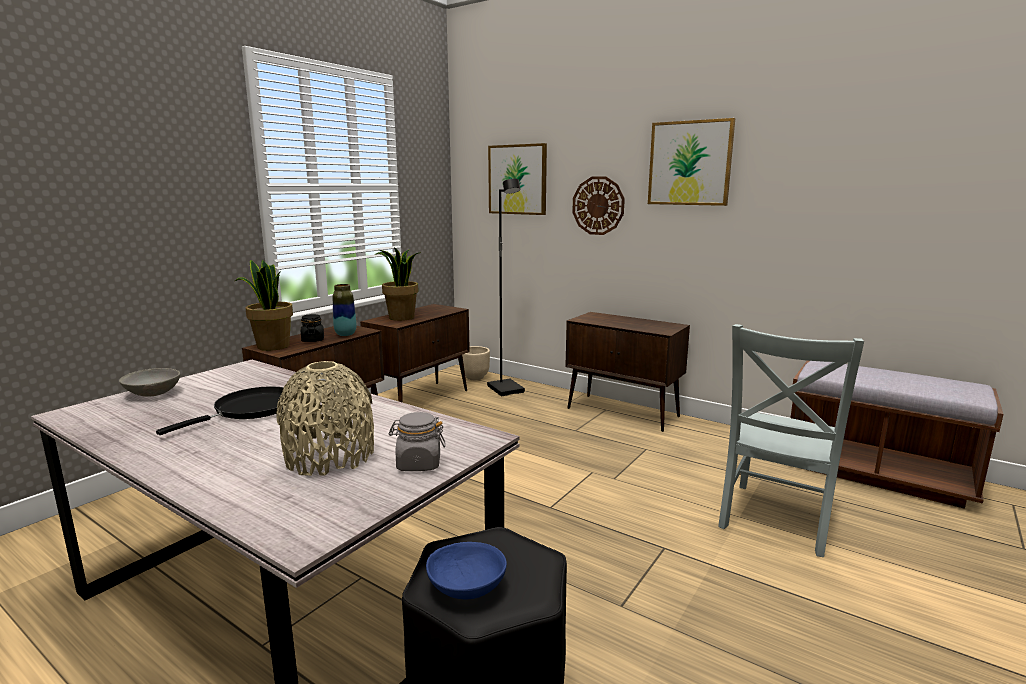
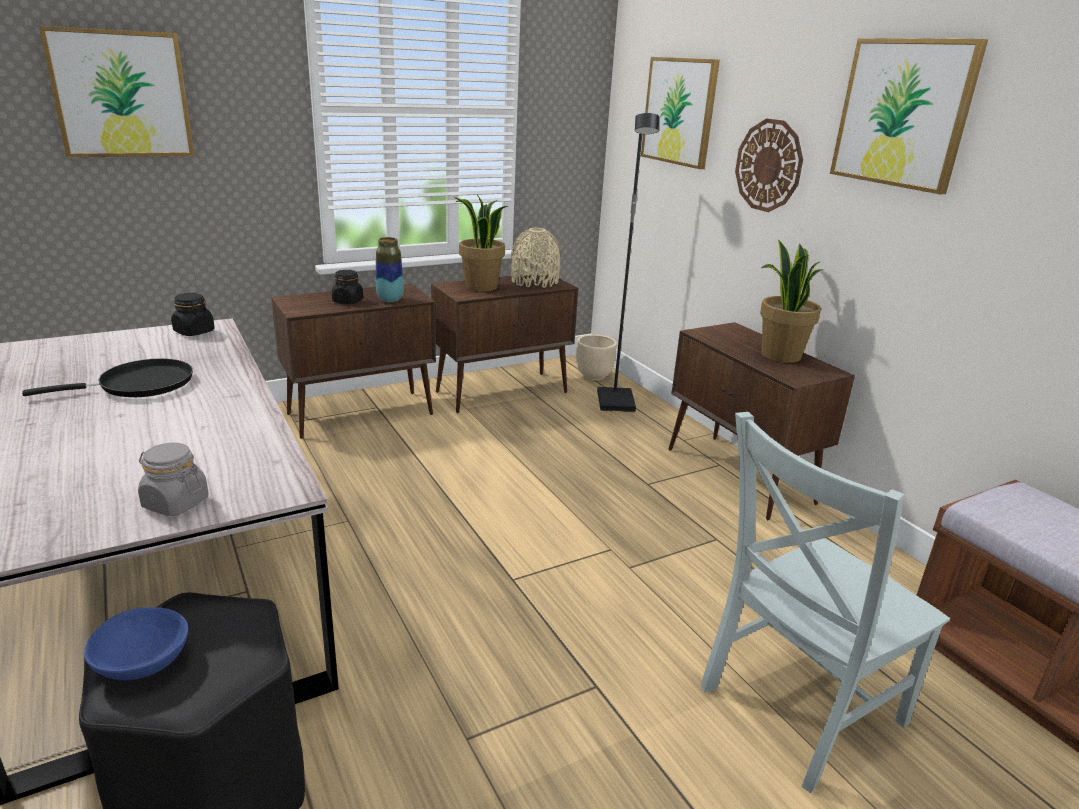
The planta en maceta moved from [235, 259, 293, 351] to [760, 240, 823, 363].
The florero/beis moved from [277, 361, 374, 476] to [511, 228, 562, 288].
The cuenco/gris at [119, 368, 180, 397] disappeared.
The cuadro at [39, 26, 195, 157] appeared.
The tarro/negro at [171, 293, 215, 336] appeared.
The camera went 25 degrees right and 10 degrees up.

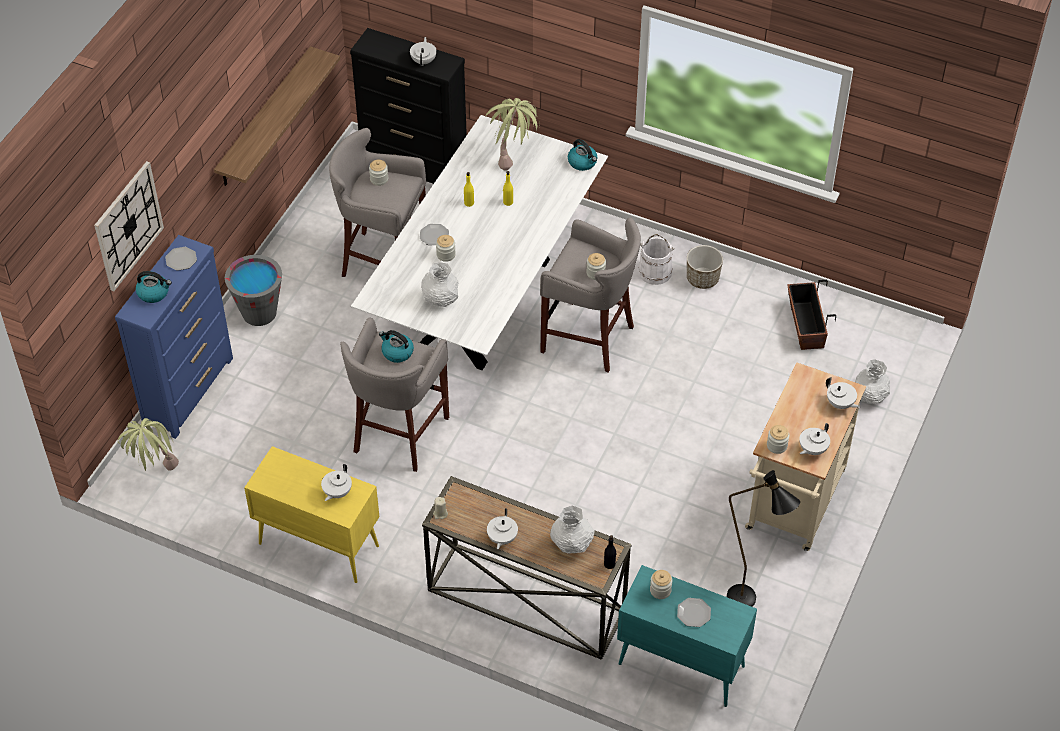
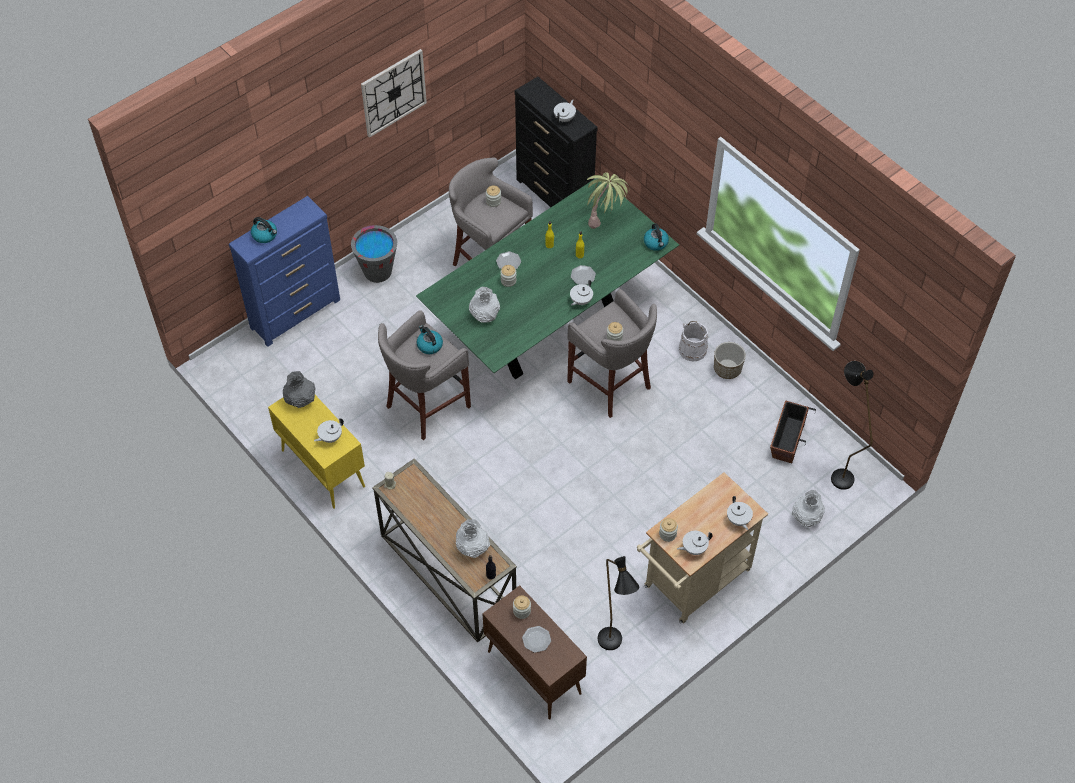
The estante at [214, 46, 340, 186] disappeared.
The mesa de comedor/blanco at [351, 115, 608, 370] became the mesa de comedor/verde at [416, 178, 679, 379].
The reloj de pared moved from [94, 161, 164, 291] to [361, 49, 427, 138].
The plato moved from [165, 247, 197, 271] to [571, 265, 596, 285].
The planta en maceta at [118, 418, 179, 471] disappeared.
The tetera/blanco moved from [487, 508, 518, 549] to [570, 280, 593, 306].
The armario/turquesa at [617, 565, 757, 707] became the armario/marrón at [482, 585, 587, 719].
The lámpara de pie/negro at [831, 361, 873, 490] appeared.
The florero/gris at [283, 371, 316, 408] appeared.
The camera went 25 degrees right and 5 degrees up.

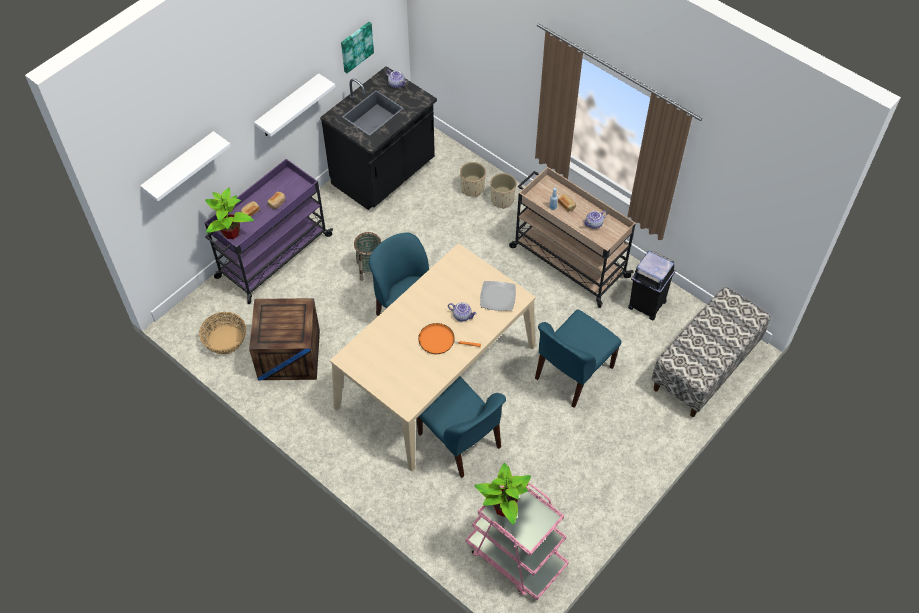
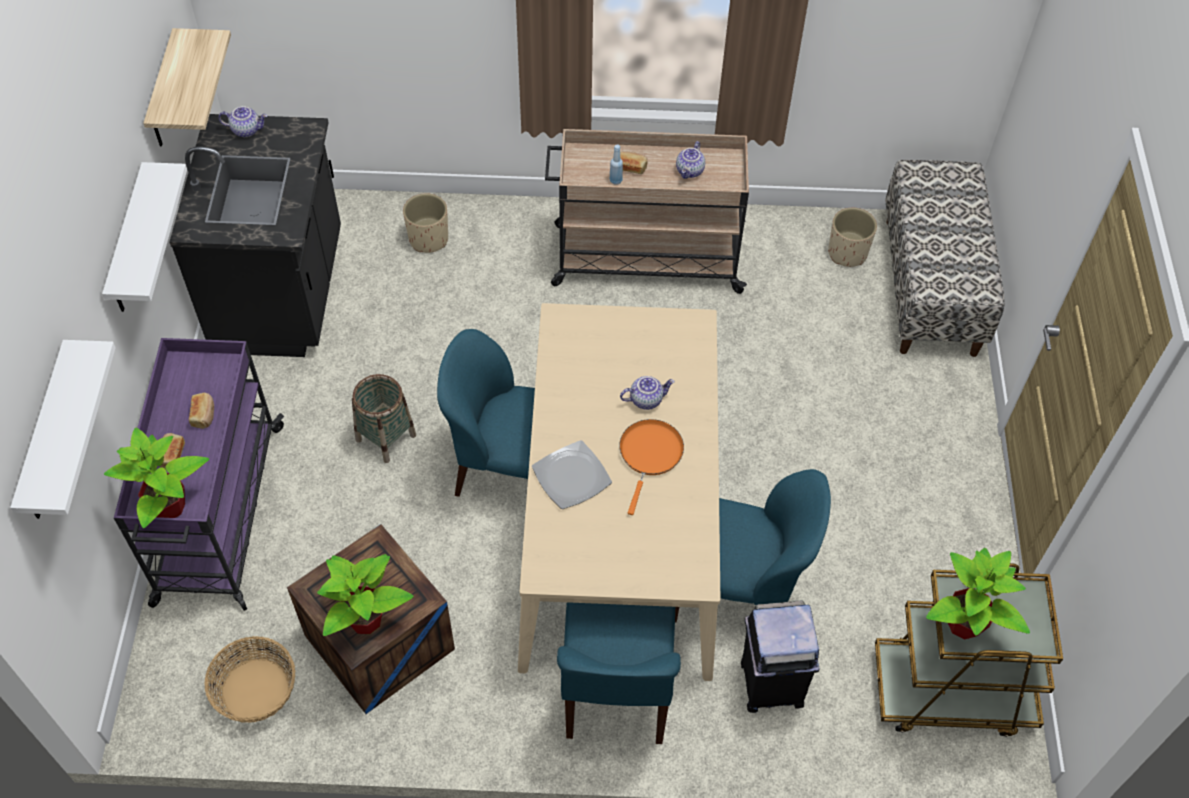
The cuadro at [341, 22, 374, 73] was replaced by the estante at [143, 28, 231, 146].
The maceta/beis moved from [490, 173, 516, 209] to [828, 208, 877, 267].
The papelera/negro moved from [628, 251, 675, 320] to [741, 600, 820, 713].
The plato moved from [480, 281, 516, 311] to [532, 440, 612, 509].
The silla/azul moved from [535, 309, 622, 408] to [557, 602, 681, 744].
The sartén/naranja at [418, 323, 481, 354] turned 135 degrees clockwise.
The carrito/rosa at [466, 475, 569, 600] became the carrito/marrón at [875, 563, 1063, 737].
The planta en maceta at [317, 554, 414, 636] appeared.
The camera went 40 degrees left and 0 degrees up.

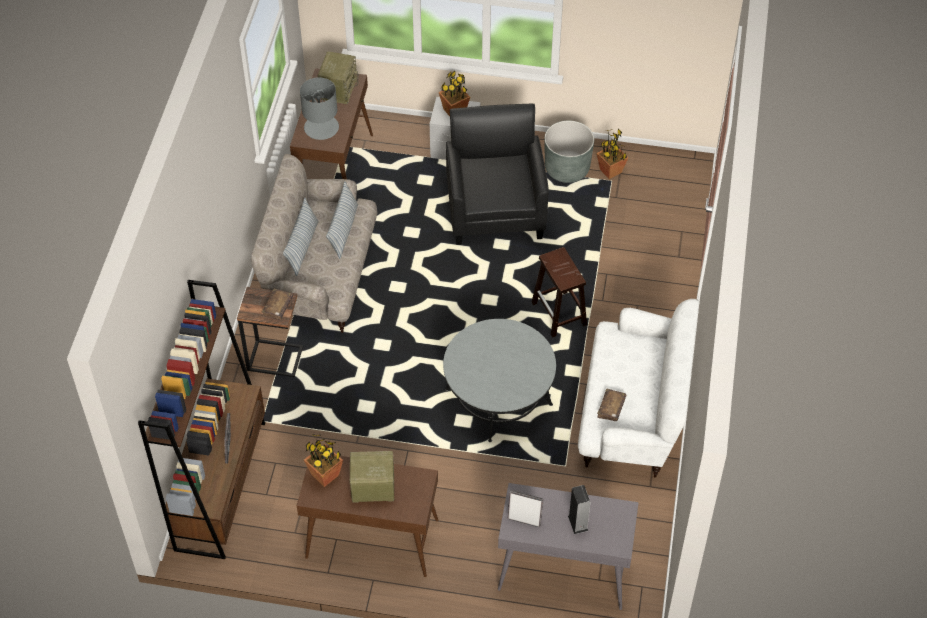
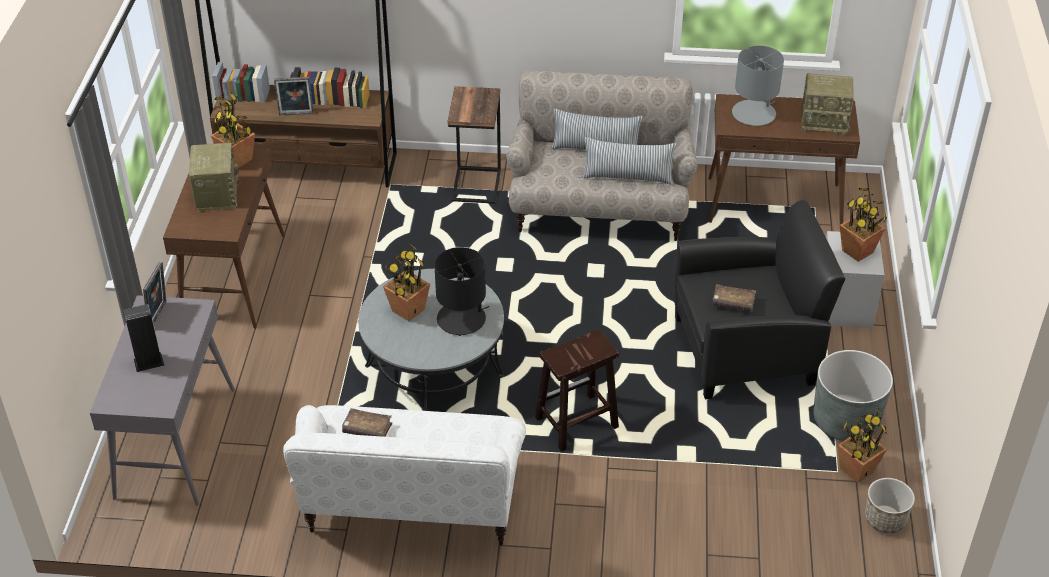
The libro/marrón moved from [262, 289, 293, 320] to [712, 284, 756, 312].
The planta en maceta at [383, 244, 430, 321] appeared.
The lámpara de mesa/negro at [434, 247, 489, 336] appeared.
The maceta at [865, 478, 915, 533] appeared.
The camera went 85 degrees right and 10 degrees down.

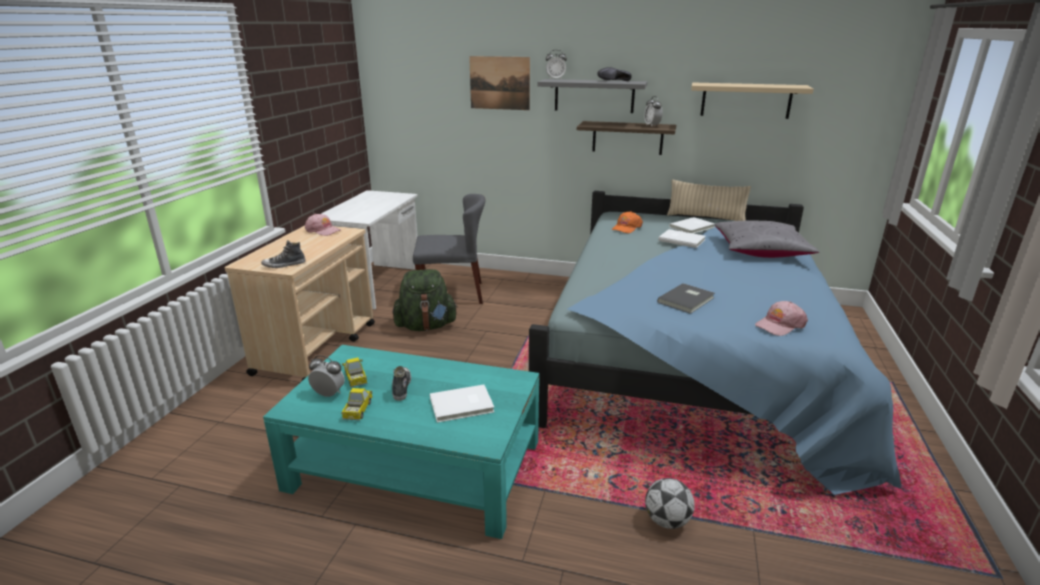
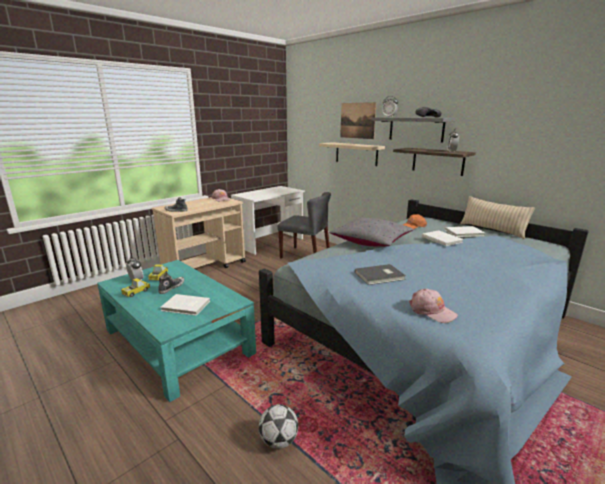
The estante/beis moved from [691, 82, 814, 119] to [319, 142, 385, 166].
The cojín/gris moved from [715, 221, 819, 258] to [329, 218, 413, 247].
The mochila/verde at [393, 269, 458, 331] disappeared.
The gorra/rosa at [755, 301, 808, 336] turned 135 degrees counterclockwise.
The camera went 30 degrees right and 5 degrees down.

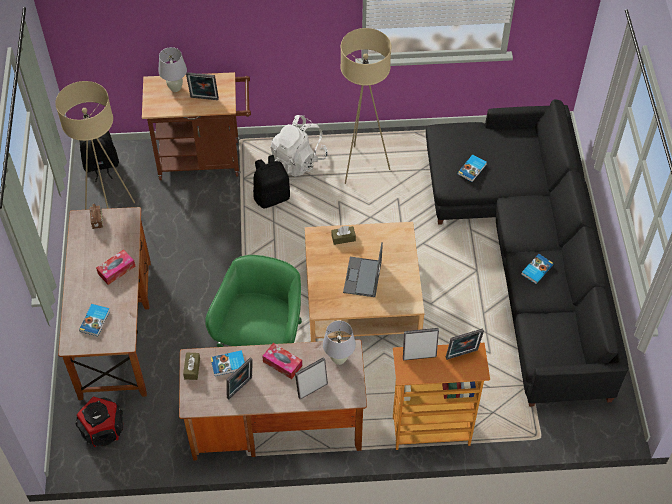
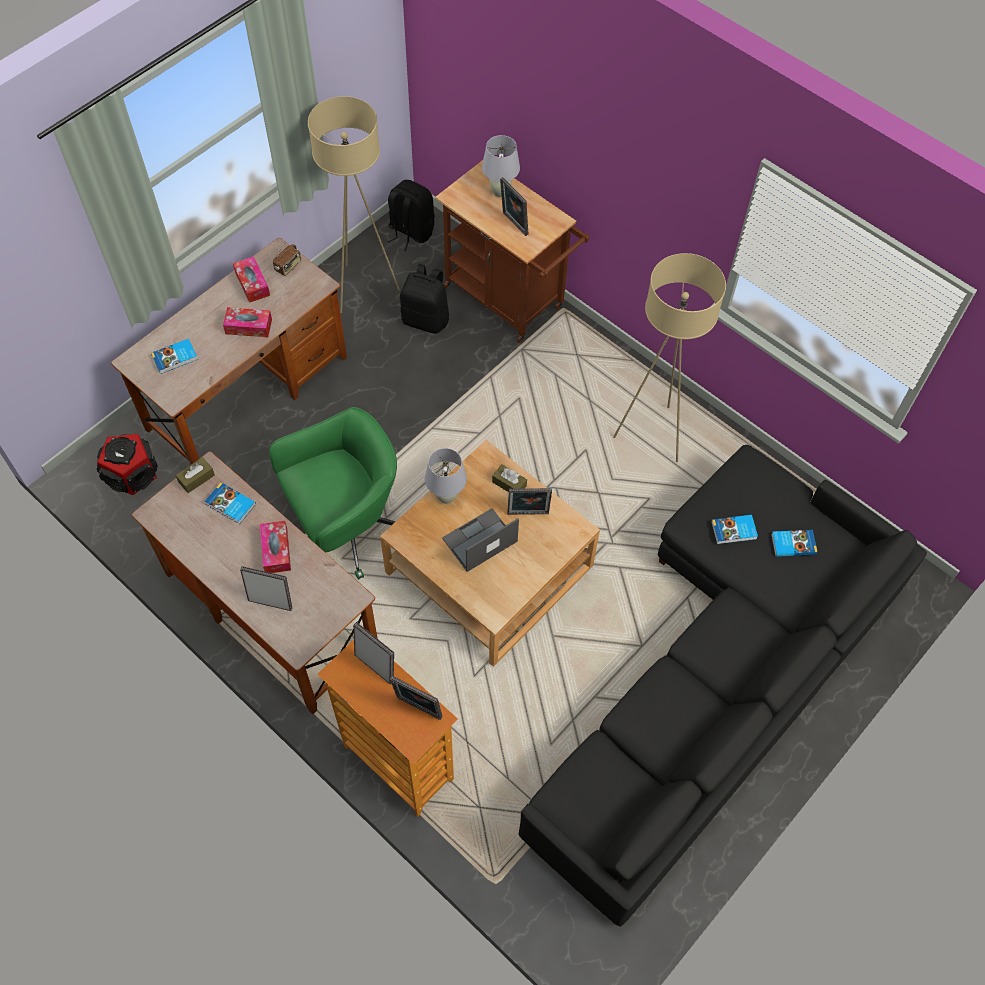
The mochila/blanco at [271, 115, 328, 177] disappeared.
The mochila/negro moved from [253, 155, 290, 209] to [400, 264, 449, 334].
The libro moved from [521, 254, 554, 284] to [771, 530, 817, 557].
The lámpara de mesa/blanco moved from [323, 321, 356, 365] to [425, 448, 467, 504].
The portarretratos moved from [226, 357, 253, 399] to [508, 488, 552, 515].
The caja de pañuelos at [233, 256, 270, 303] appeared.
The camera went 45 degrees right and 5 degrees up.

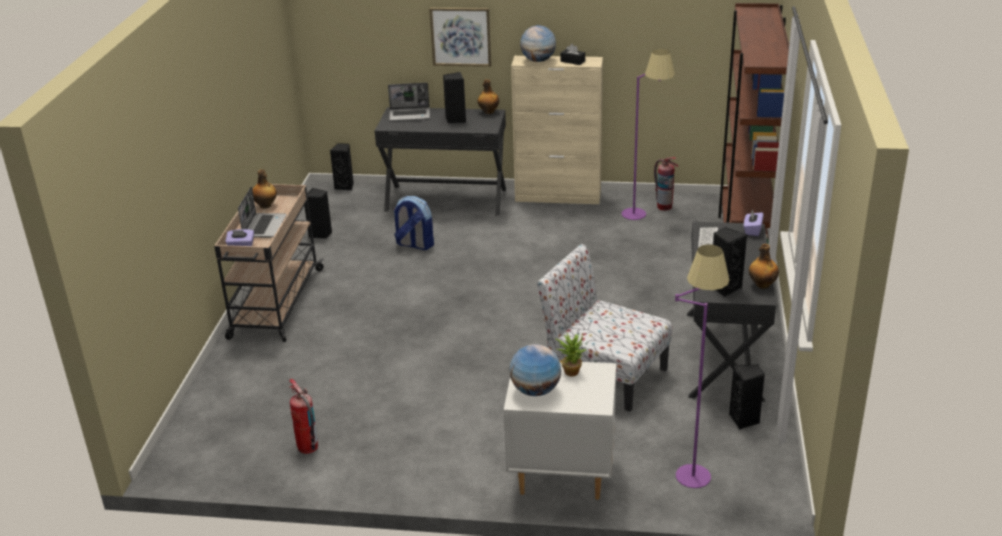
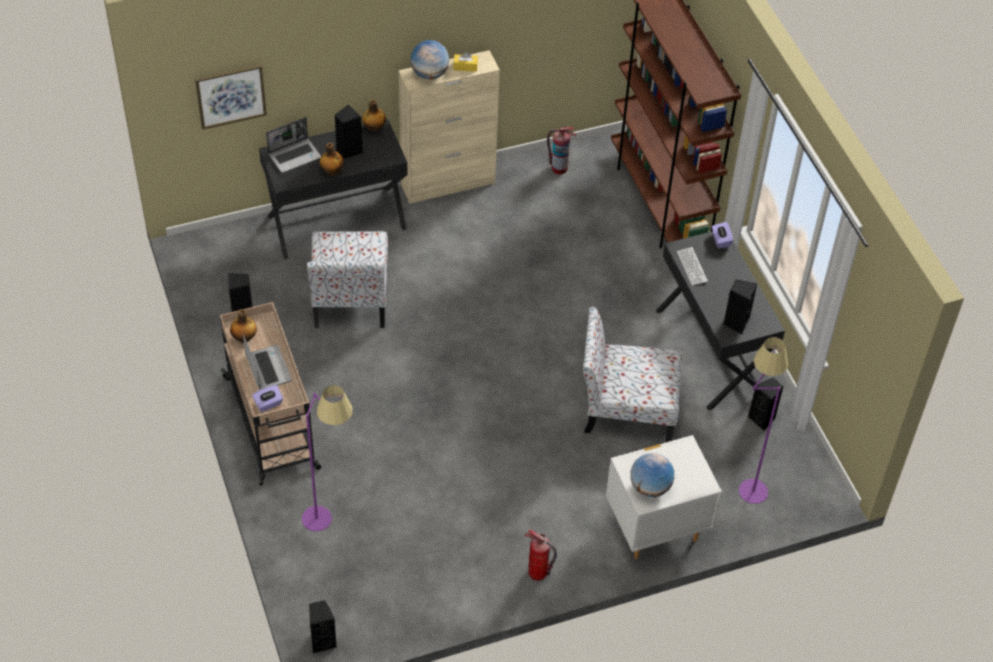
The cuadro moved from [429, 8, 491, 67] to [195, 64, 267, 130].
The caja de pañuelos/negro at [561, 44, 585, 65] became the caja de pañuelos/amarillo at [453, 52, 478, 72].
The lámpara de pie/morado moved from [621, 49, 675, 220] to [302, 385, 352, 531].
The altavoz/negro moved from [330, 143, 354, 190] to [309, 600, 337, 654].
The mochila at [394, 196, 434, 250] was replaced by the silla at [307, 231, 388, 328].
The botella moved from [749, 244, 779, 289] to [319, 143, 344, 176].
The planta en maceta at [555, 333, 587, 377] disappeared.
The extintor moved from [289, 379, 318, 454] to [525, 530, 557, 581].
The camera went 30 degrees left and 20 degrees up.

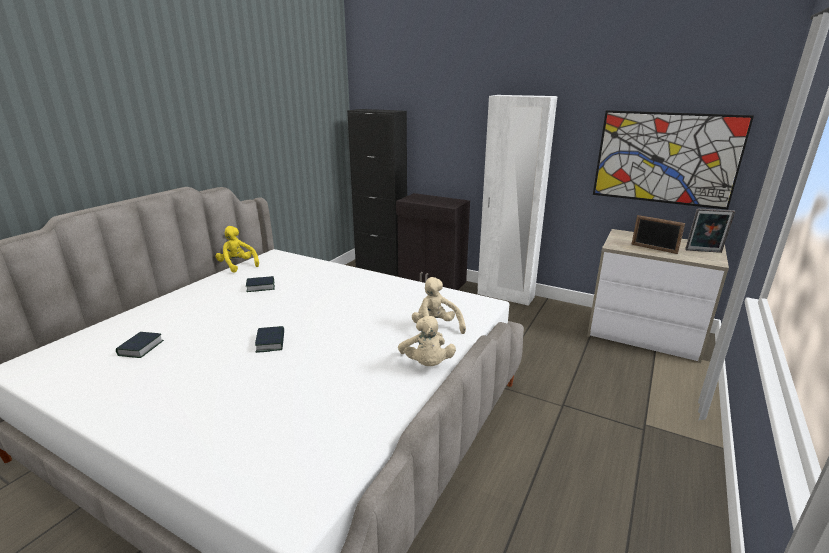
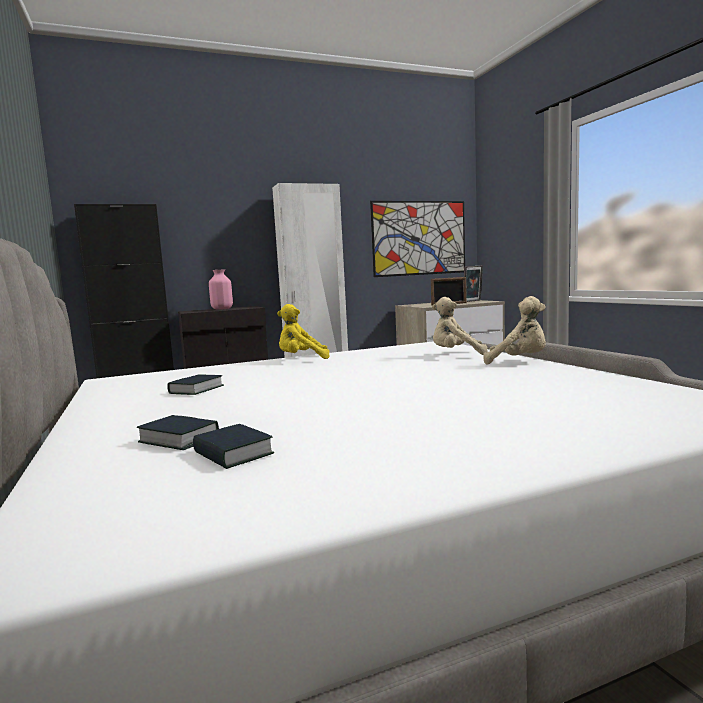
The peluche/amarillo moved from [215, 226, 259, 273] to [277, 304, 330, 359].
The libro moved from [255, 326, 284, 353] to [137, 415, 219, 450].
The florero/rosa at [209, 270, 233, 310] appeared.
The camera went 50 degrees left and 15 degrees down.

